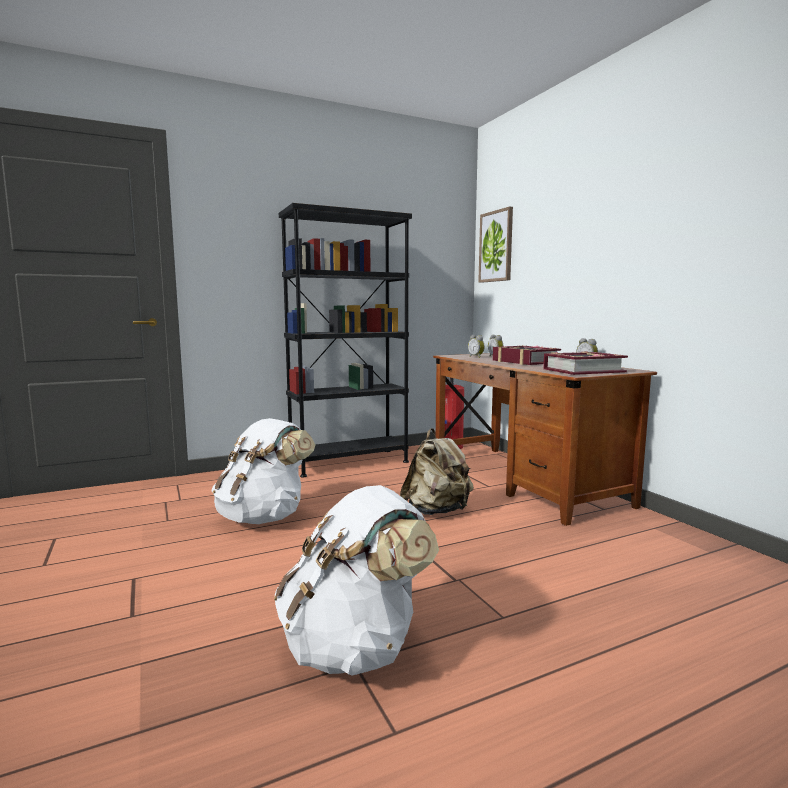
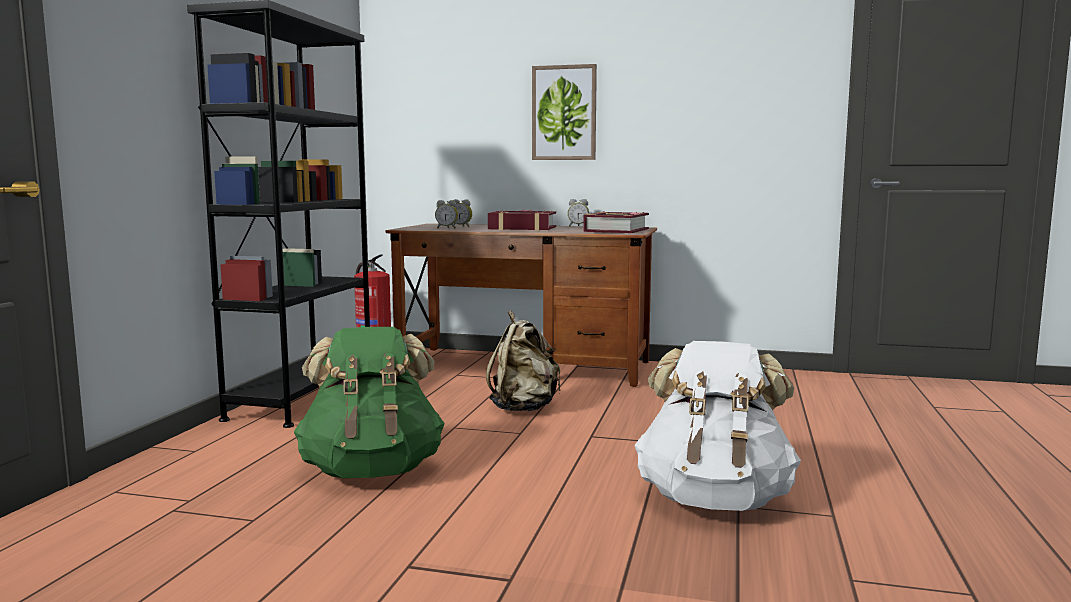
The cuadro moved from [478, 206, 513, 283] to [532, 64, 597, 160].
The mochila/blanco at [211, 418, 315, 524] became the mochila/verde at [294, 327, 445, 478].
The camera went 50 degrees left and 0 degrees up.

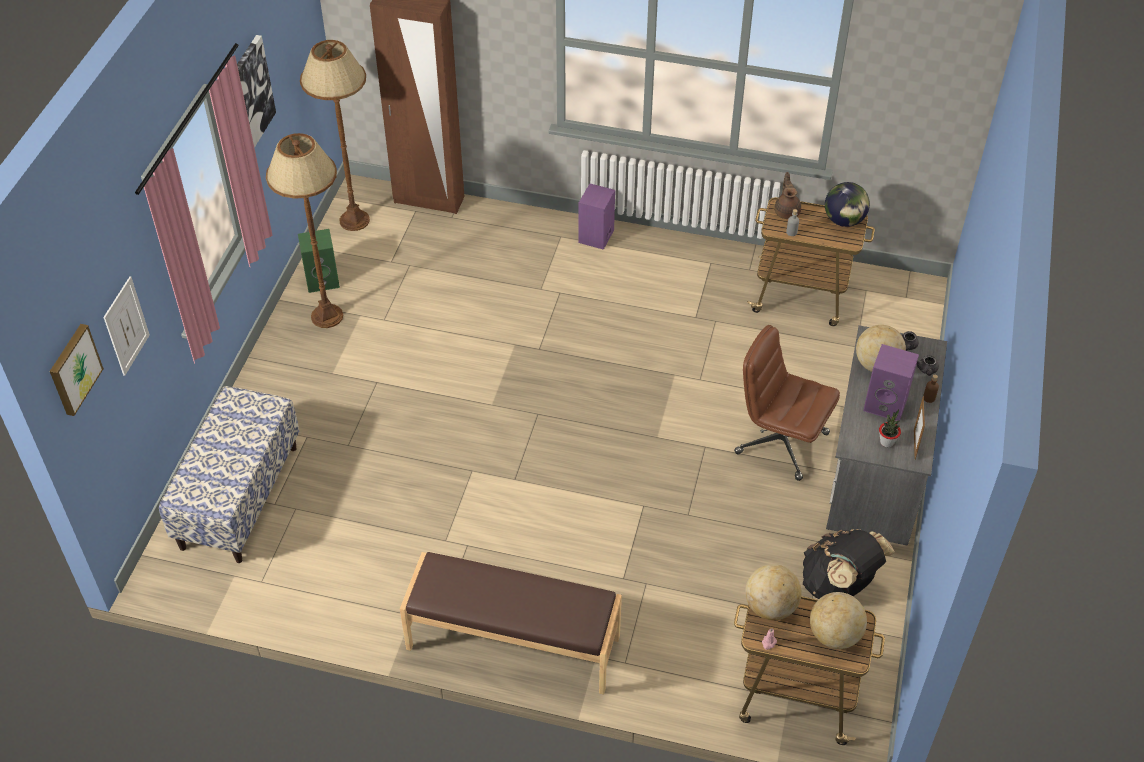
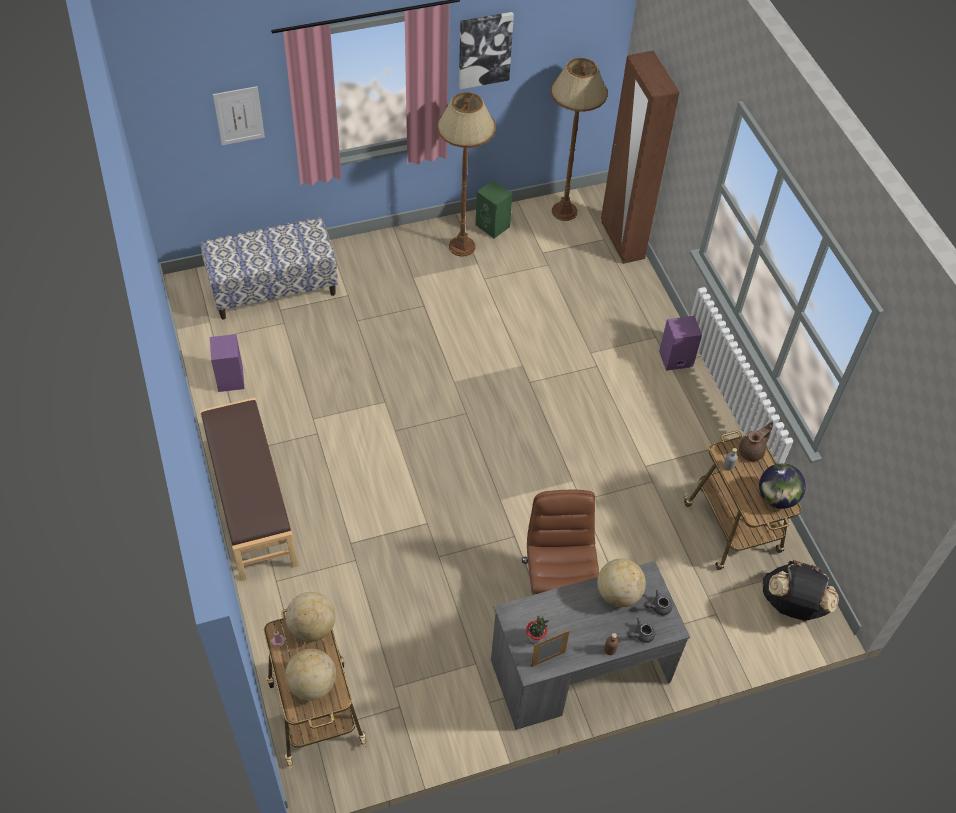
The cuadro at [50, 324, 104, 416] disappeared.
The altavoz/morado moved from [863, 344, 919, 422] to [210, 334, 244, 392].
The mochila/negro moved from [803, 529, 895, 599] to [762, 560, 839, 621].
The camera went 55 degrees right and 5 degrees up.

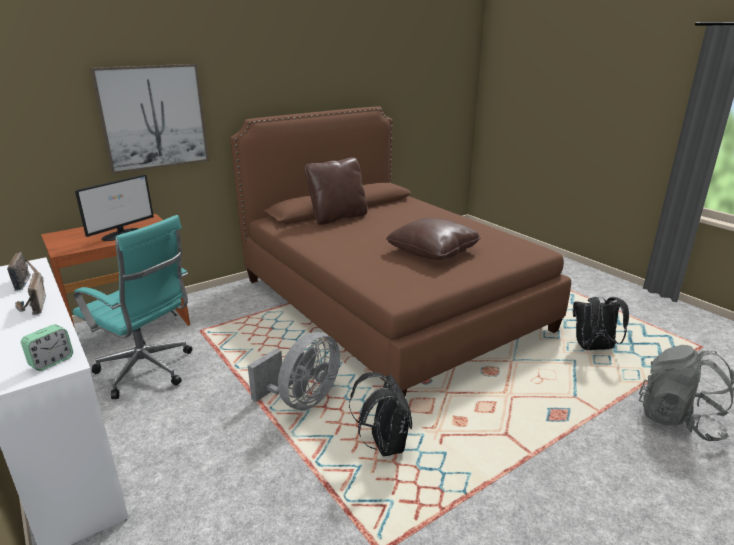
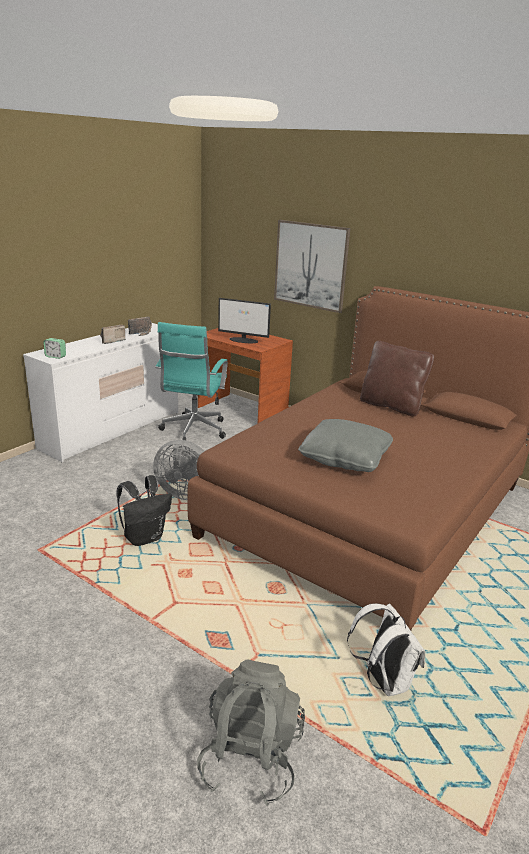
The cojín/marrón at [386, 218, 481, 260] became the cojín/gris at [298, 419, 393, 472].
The mochila/negro at [573, 297, 629, 350] became the mochila/blanco at [347, 603, 425, 696].
The camera went 70 degrees right and 0 degrees up.

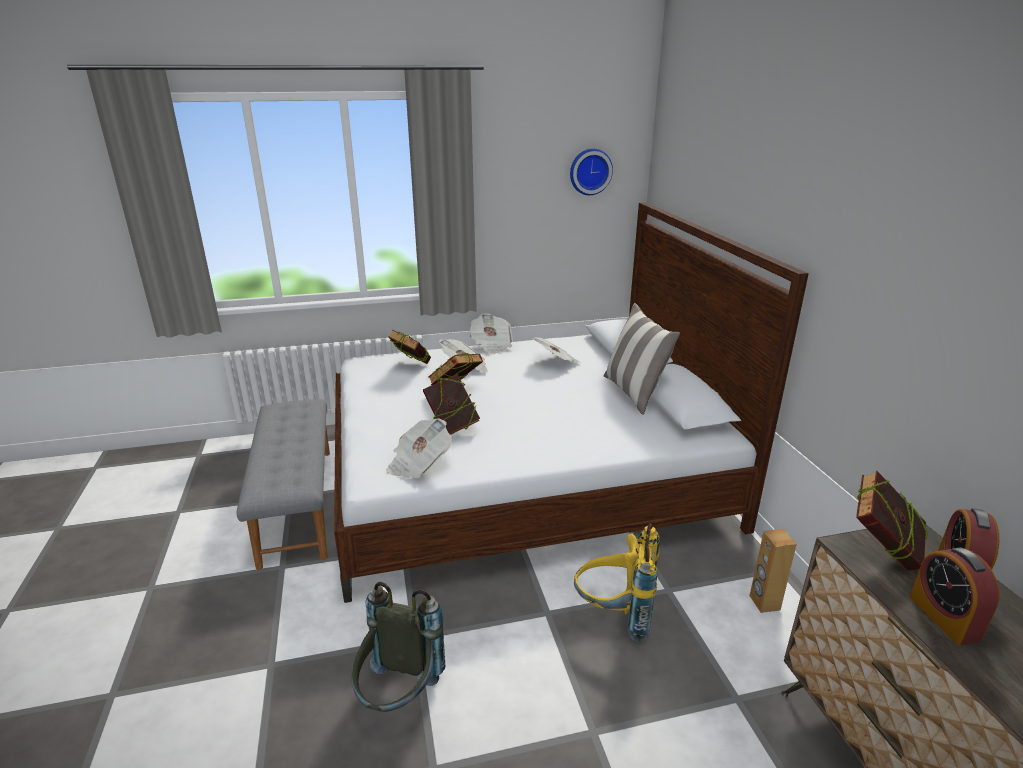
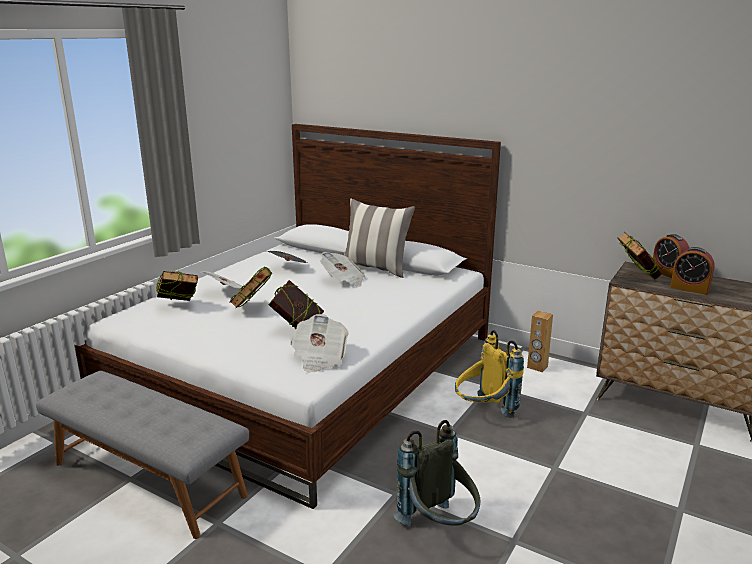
The reloj de pared at [570, 148, 613, 195] disappeared.
The periódico moved from [470, 313, 512, 355] to [320, 252, 365, 287].
The camera went 45 degrees left and 5 degrees down.

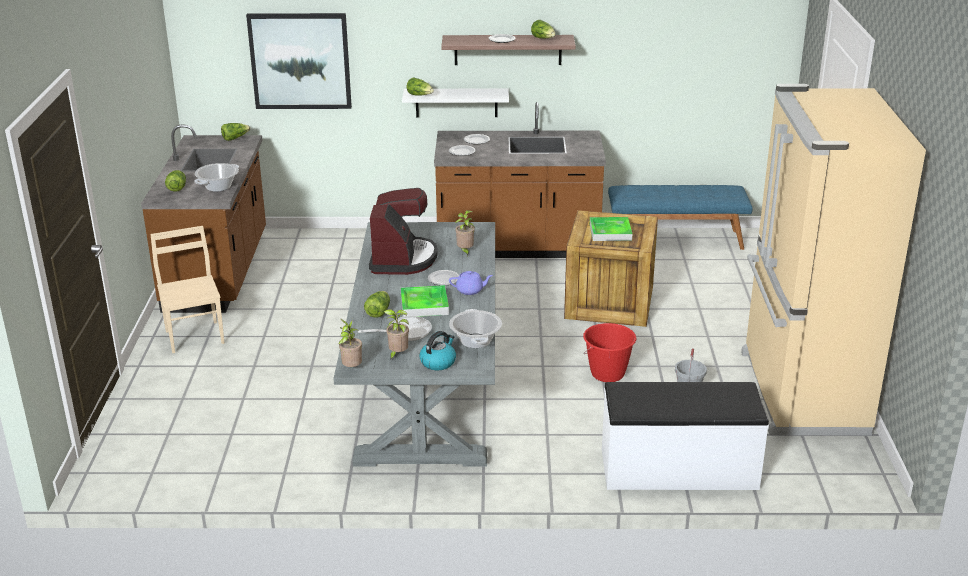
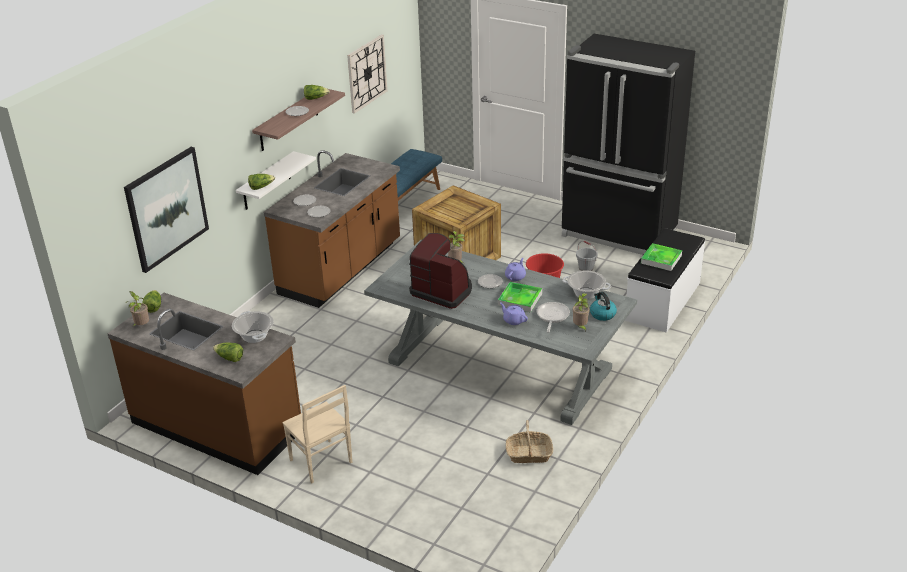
The nevera/beis at [741, 84, 926, 435] became the nevera/negro at [562, 34, 695, 255].
The bandeja moved from [590, 217, 632, 241] to [641, 243, 682, 271].
The silla/beis at [150, 226, 225, 353] turned 135 degrees counterclockwise.
The lechuga at [364, 291, 390, 318] was replaced by the tetera/morado at [500, 302, 528, 325].
The planta en maceta moved from [339, 319, 362, 367] to [126, 291, 149, 327].
The reloj de pared at [347, 34, 387, 114] appeared.
The cesta at [506, 420, 553, 463] appeared.
The camera went 60 degrees left and 5 degrees up.

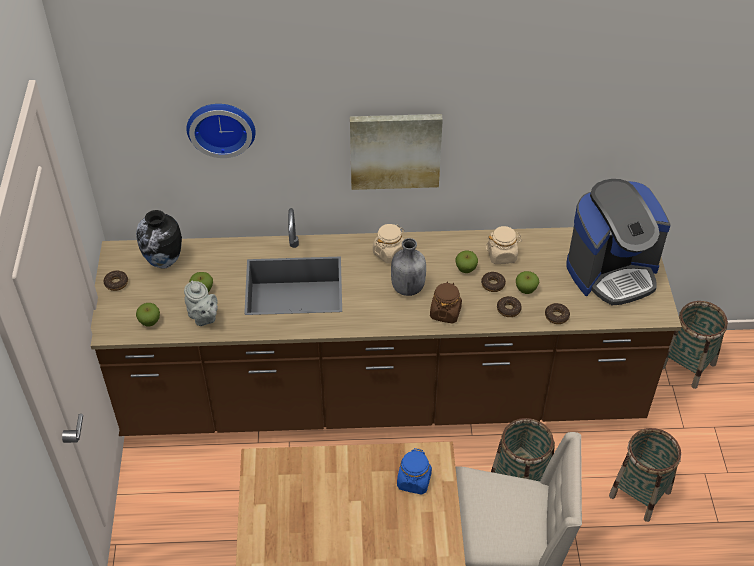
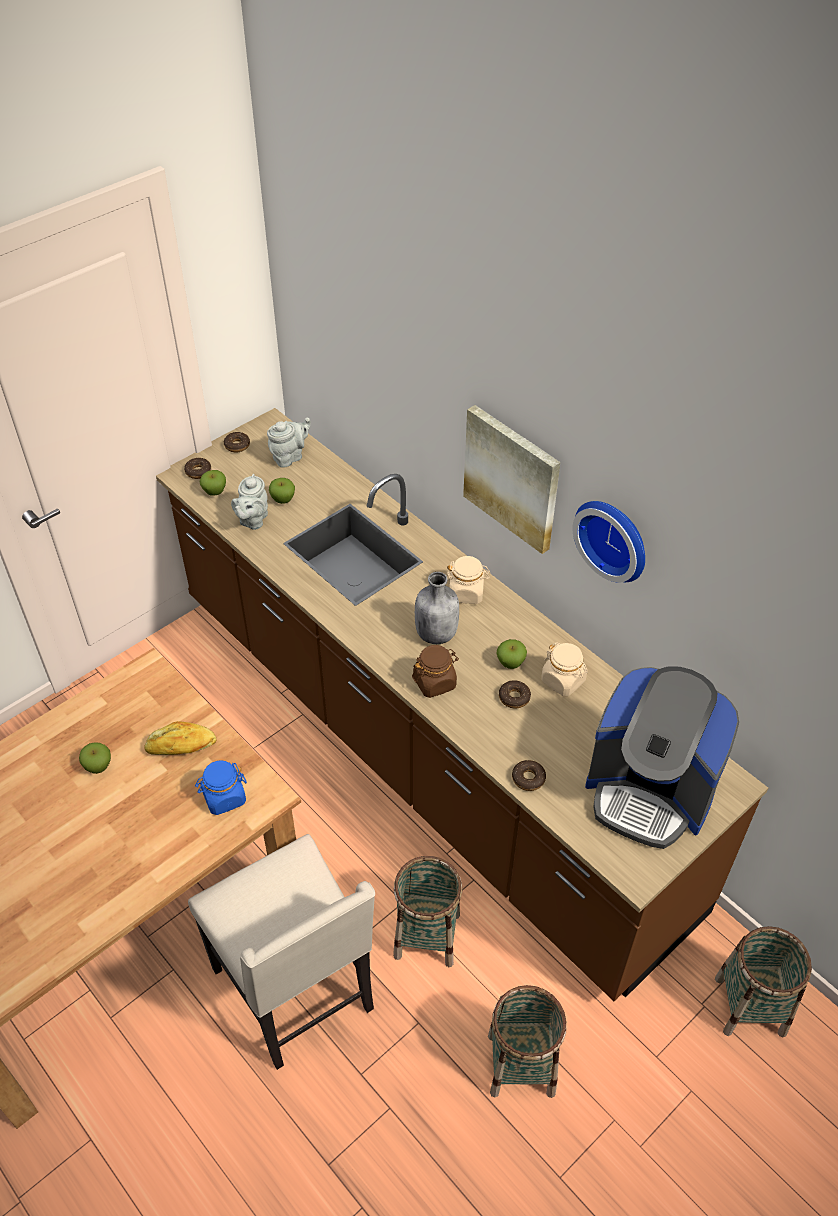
The reloj de pared moved from [186, 104, 256, 158] to [572, 501, 645, 582].
The florero at [136, 210, 182, 269] was replaced by the tetera/gris at [267, 418, 311, 468].
The manzana moved from [516, 271, 539, 294] to [79, 742, 111, 774].
The rosquilla moved from [497, 296, 522, 317] to [184, 458, 211, 479].
The pan at [144, 721, 217, 755] appeared.
The camera went 50 degrees right and 0 degrees up.

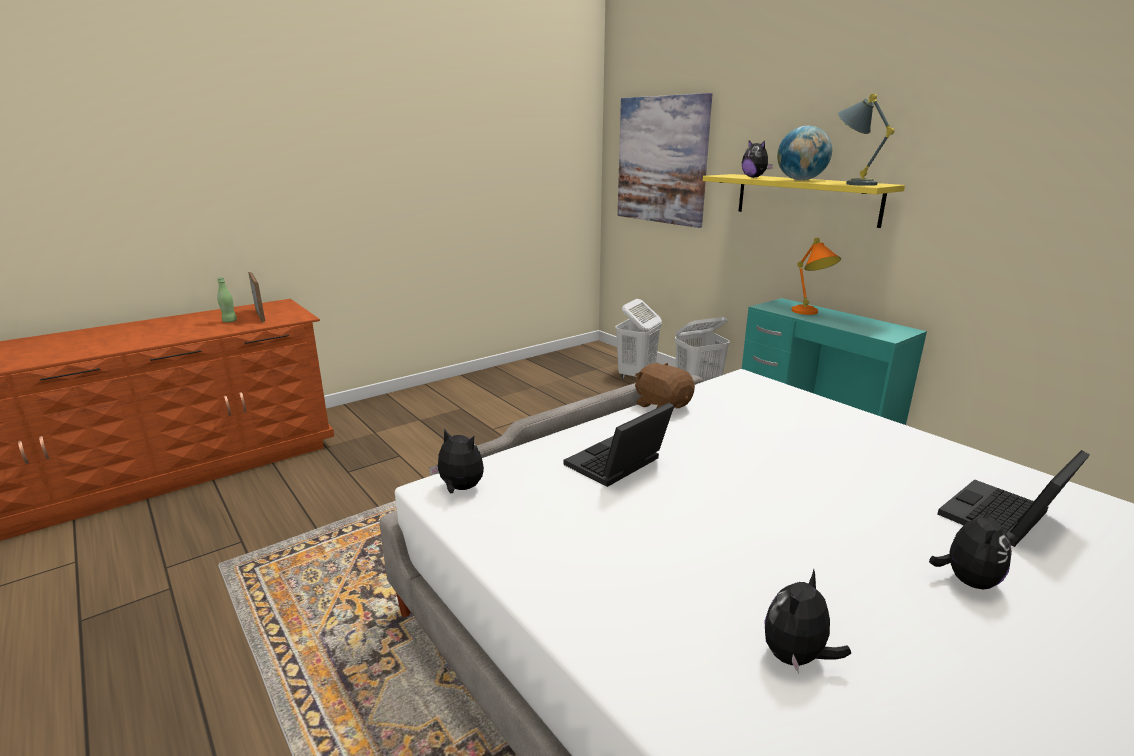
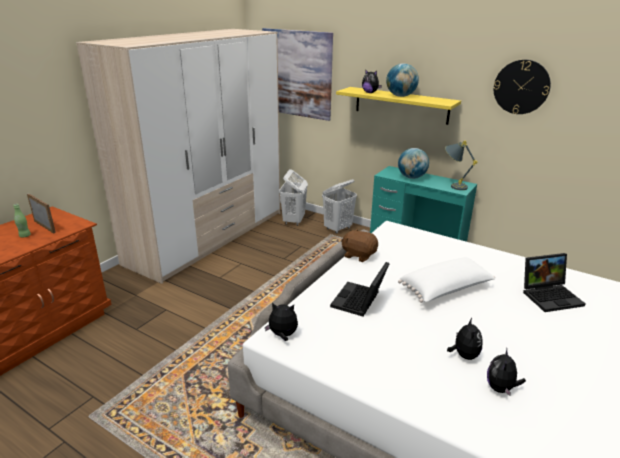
The lámpara de mesa/gris moved from [838, 94, 894, 186] to [445, 141, 477, 190].
The lámpara de mesa/naranja at [791, 238, 841, 315] was replaced by the globo terráqueo at [398, 148, 429, 179].
The portátil at [937, 450, 1090, 547] turned 135 degrees counterclockwise.
The peluche moved from [929, 506, 1012, 590] to [447, 318, 482, 360].
The armario ropero at [76, 29, 280, 284] appeared.
The reloj de pared at [494, 60, 551, 114] appeared.
The cojín/blanco at [398, 257, 495, 303] appeared.
The camera went 20 degrees left and 5 degrees up.

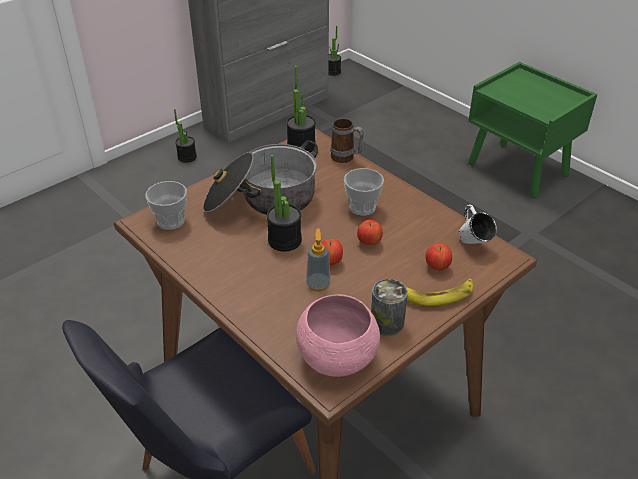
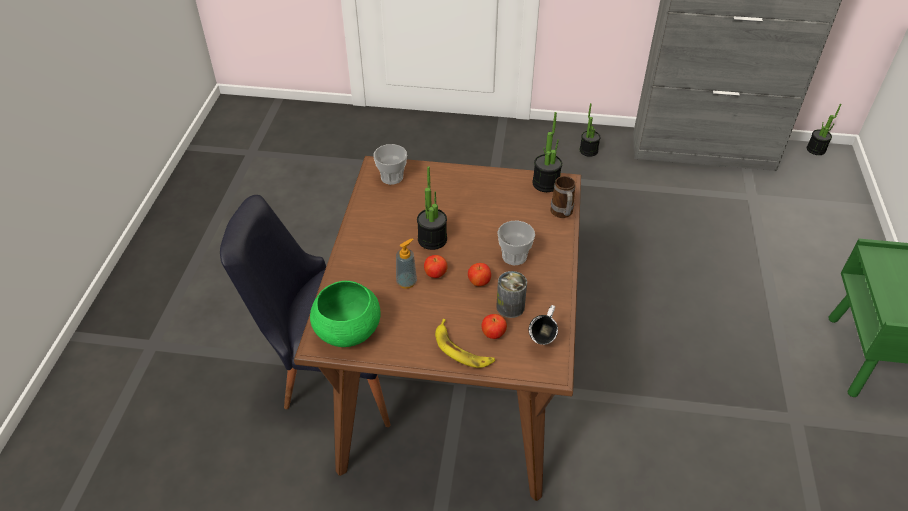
The olla at [203, 140, 318, 215] disappeared.
The lata moved from [371, 279, 408, 336] to [496, 271, 527, 318].
The cuenco/rosa at [296, 294, 380, 377] became the cuenco/verde at [310, 281, 381, 347].
The camera went 50 degrees right and 5 degrees up.

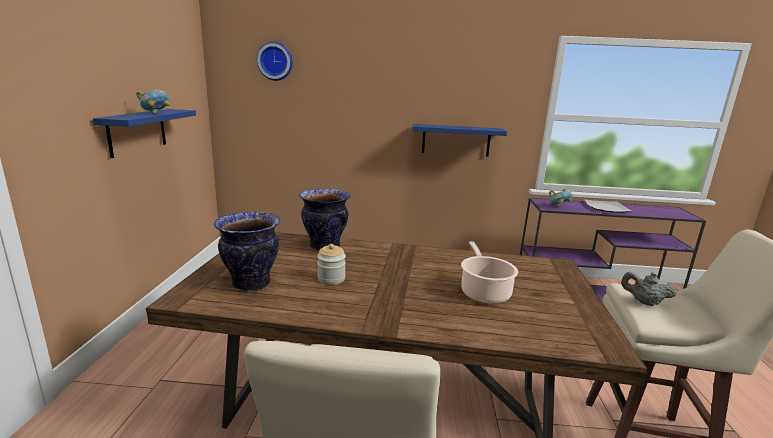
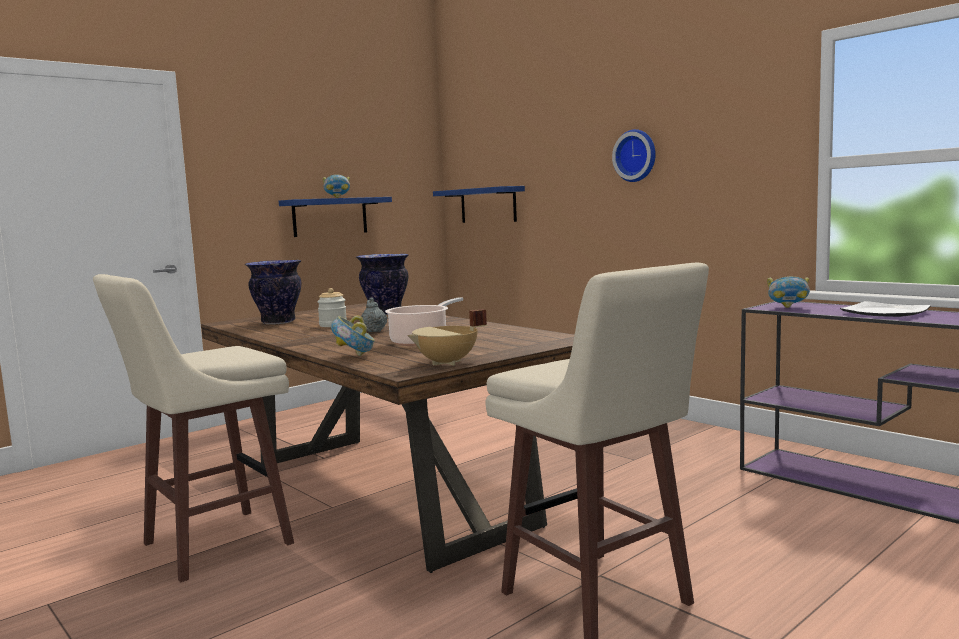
The reloj de pared moved from [257, 42, 293, 81] to [612, 129, 656, 182].
The estante/azul moved from [412, 124, 507, 157] to [433, 186, 525, 223].
The tetera/gris moved from [621, 272, 677, 306] to [361, 297, 387, 332].
The olla/beis at [407, 309, 487, 366] appeared.
The cuenco at [331, 315, 375, 356] appeared.
The camera went 45 degrees right and 10 degrees down.

